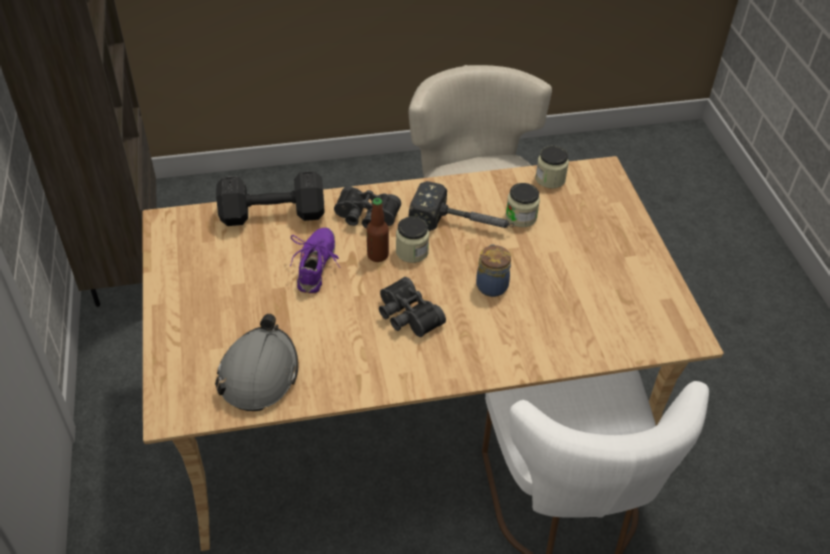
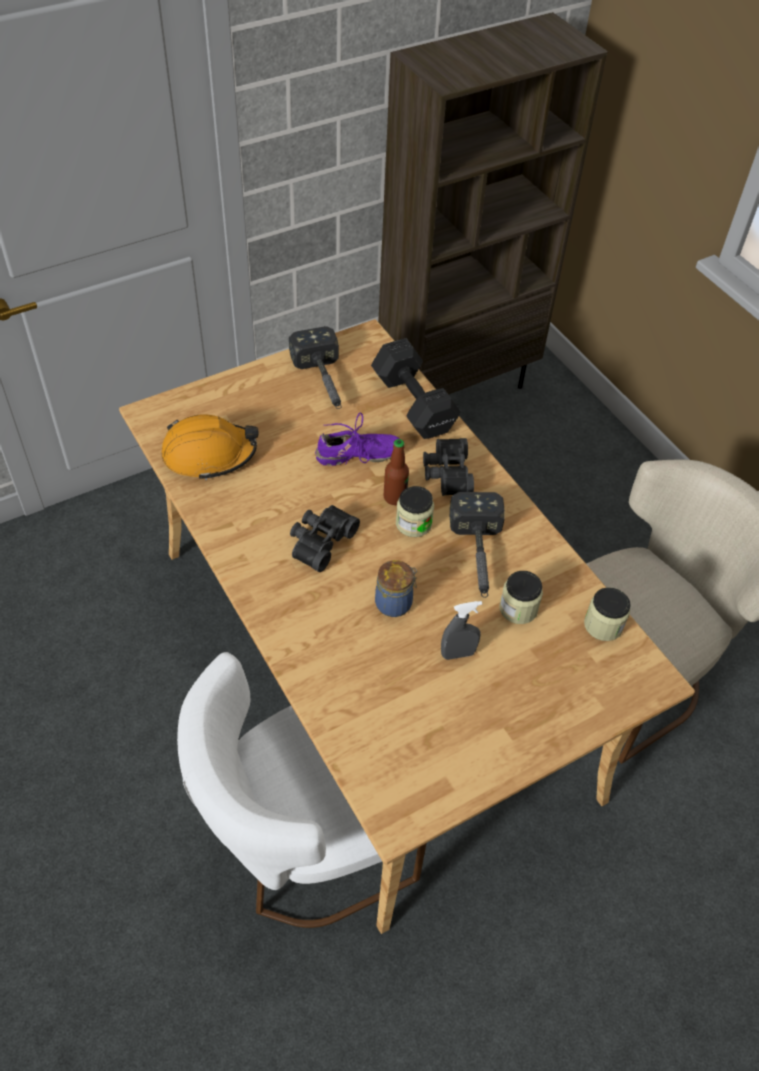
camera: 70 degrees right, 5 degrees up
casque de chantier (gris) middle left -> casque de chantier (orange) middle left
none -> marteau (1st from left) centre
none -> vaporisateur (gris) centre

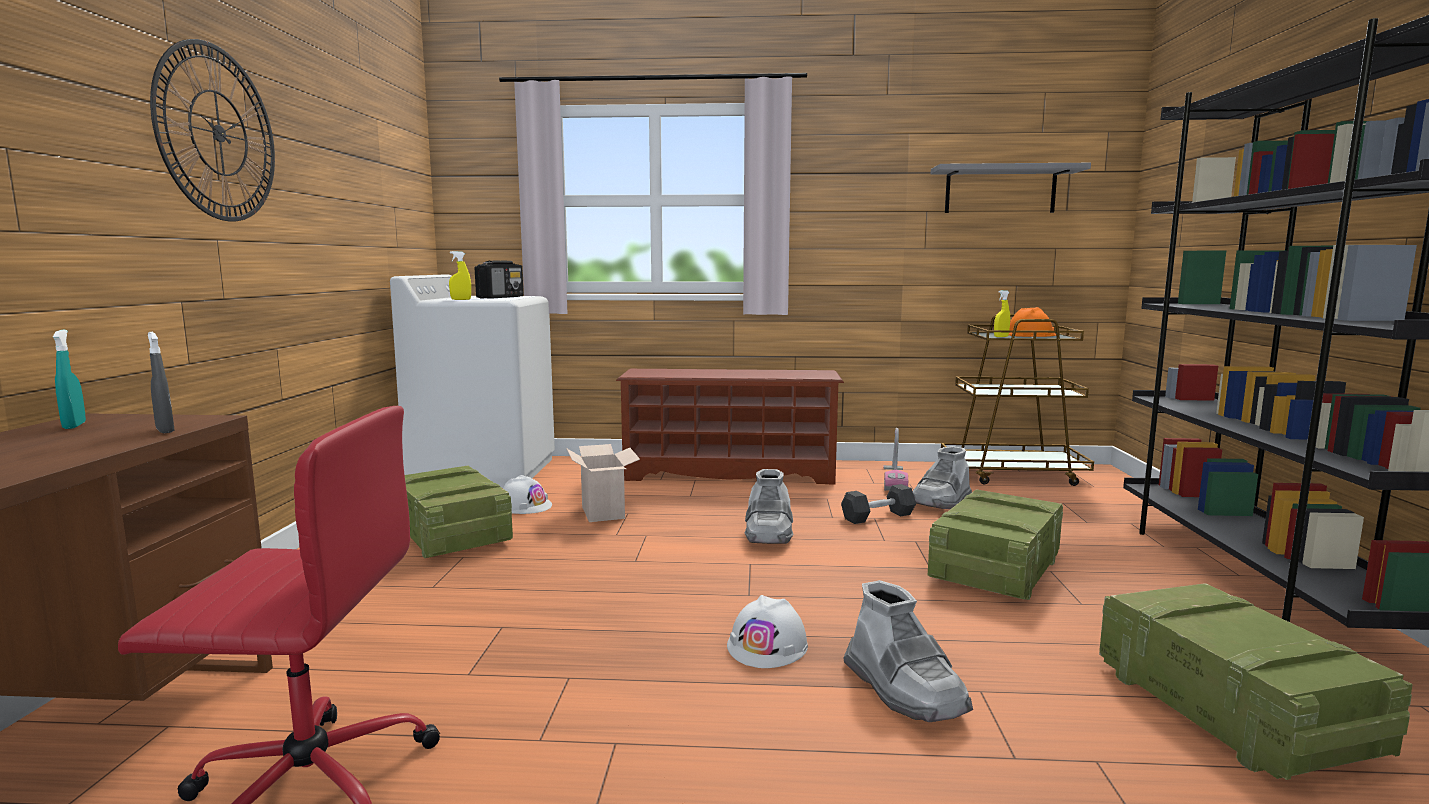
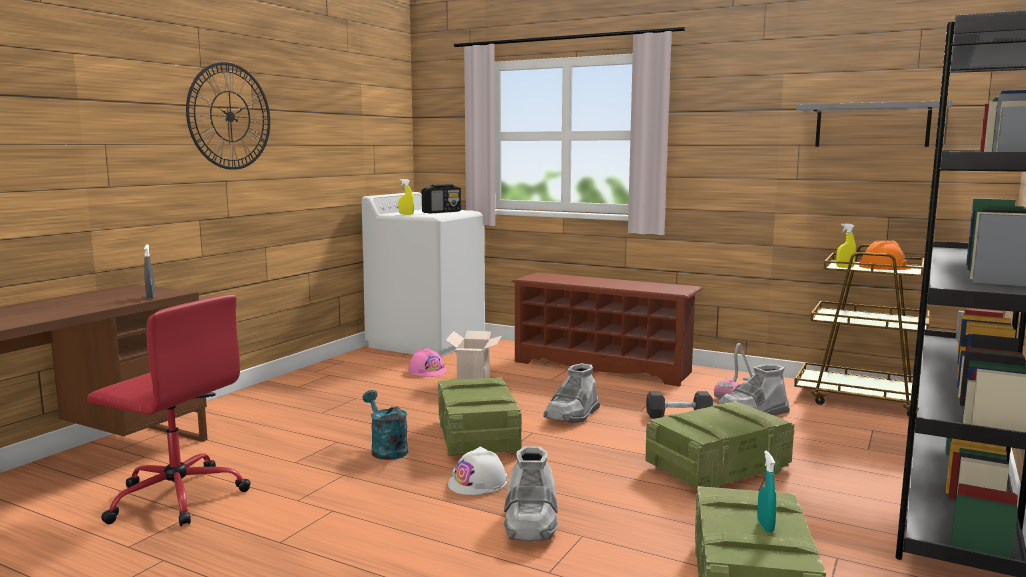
camera: 25 degrees right, 0 degrees up
vaporisateur (turquoise) middle left -> vaporisateur (turquoise) bottom right, move
caisse (1st from left) middle left -> caisse (1st from left) bottom centre, move
casque de chantier (blanc) (1st from left) centre -> casque de chantier (rose) centre
none -> arrosoir (turquoise) bottom centre

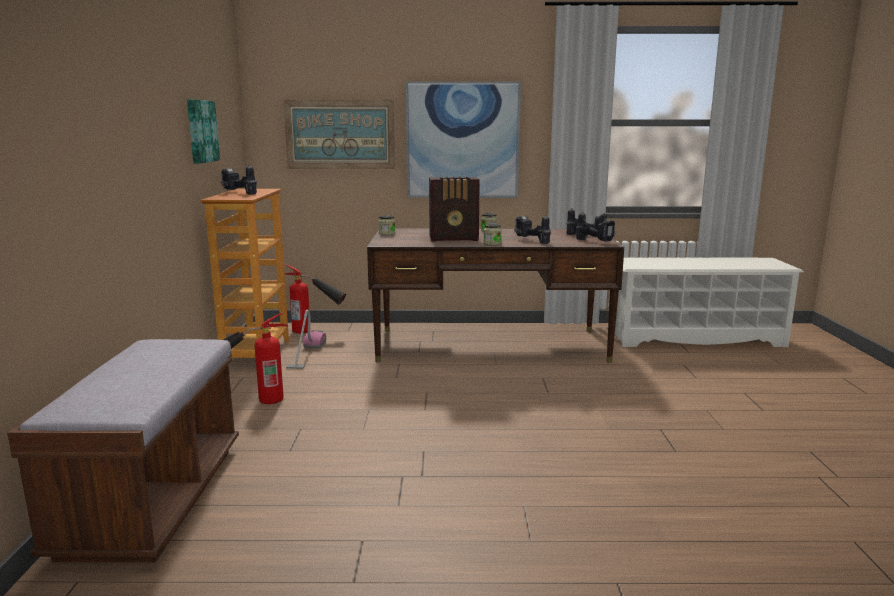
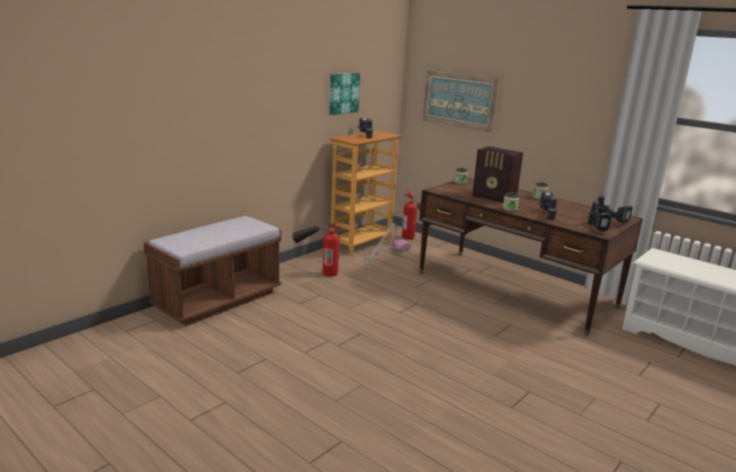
camera: 40 degrees right, 5 degrees up
tableau (3rd from left) top centre -> none

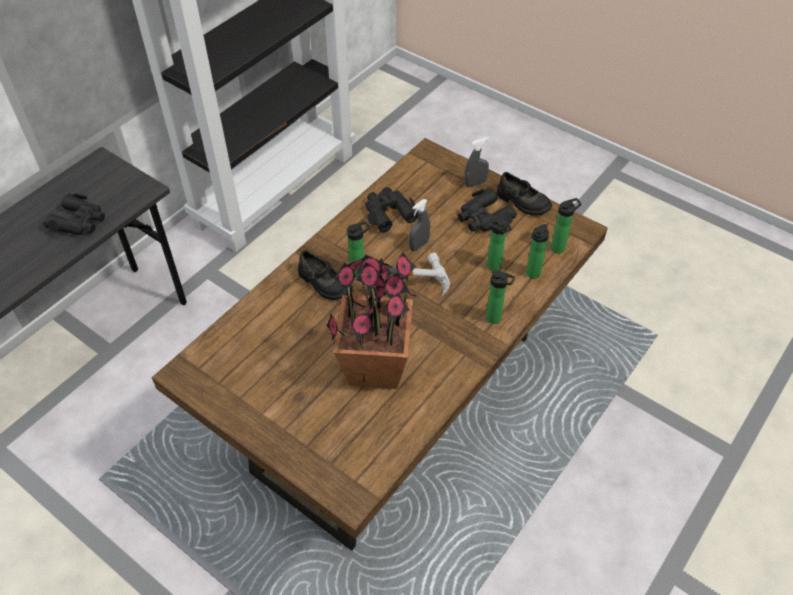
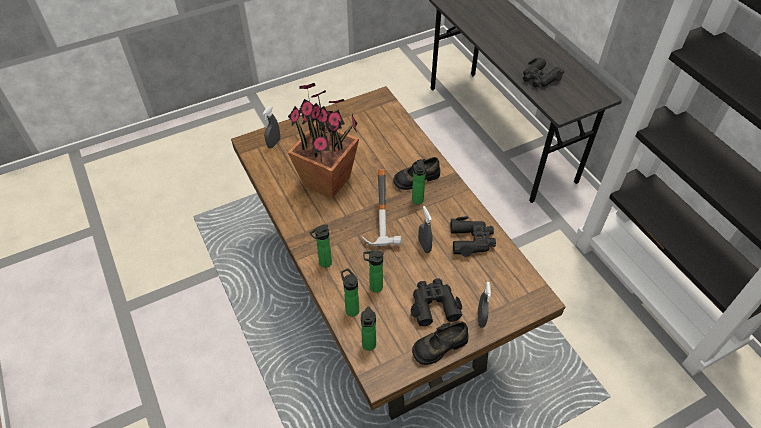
camera: 115 degrees right, 0 degrees up
none -> vaporisateur (gris) (1st from left) top centre

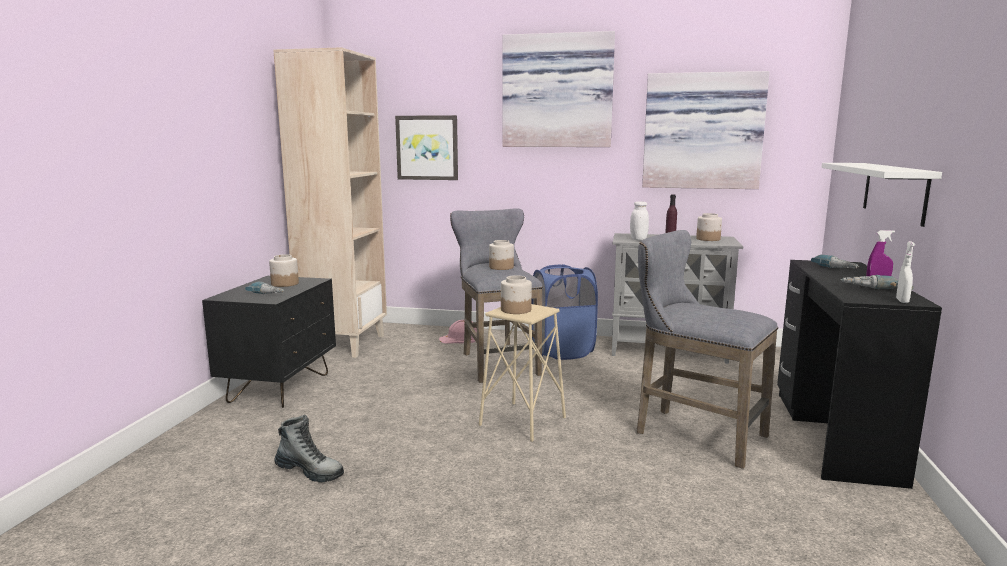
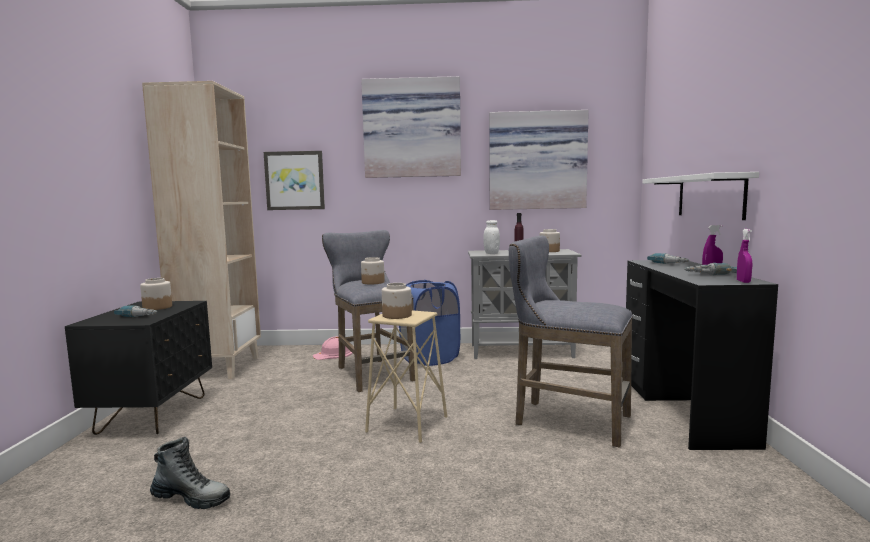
camera: 10 degrees left, 5 degrees down
vaporisateur (blanc) middle right -> vaporisateur (violet) (2nd from left) middle right

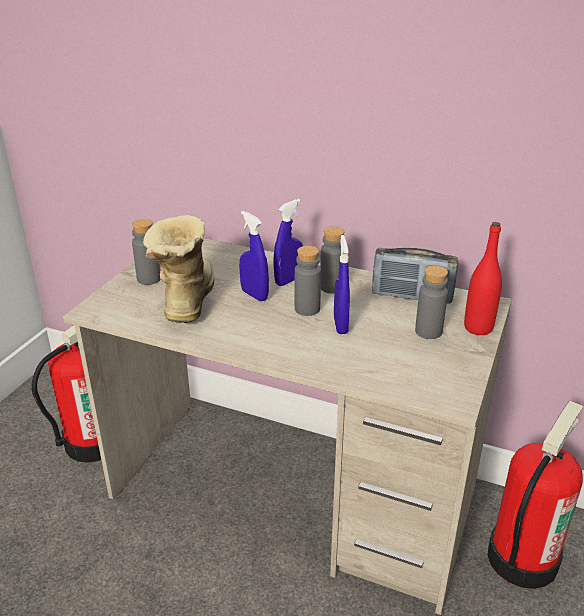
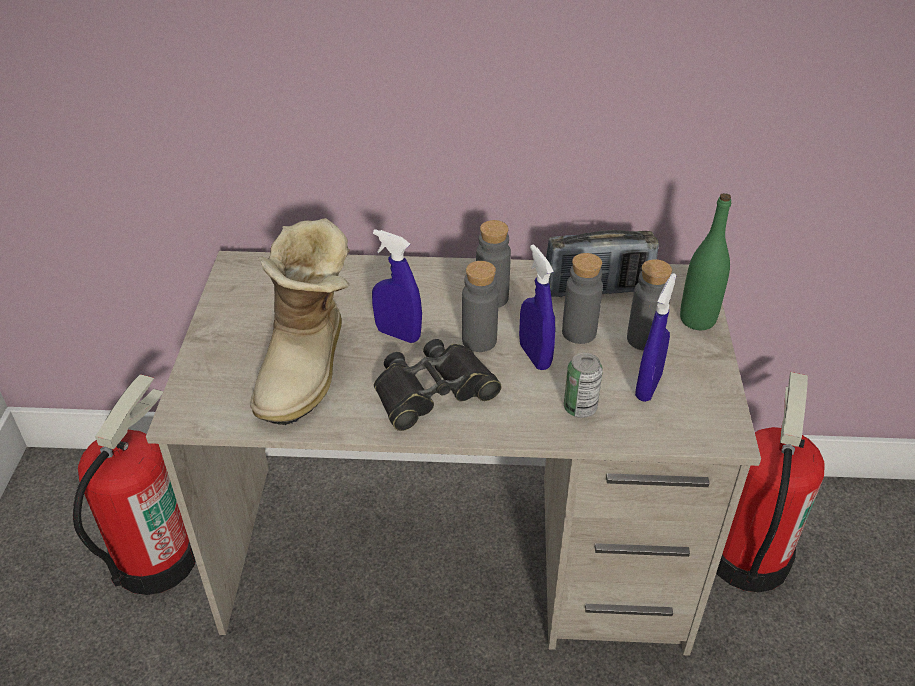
camera: 20 degrees left, 10 degrees up
bouteille (gris) (1st from left in the first image) middle left -> bouteille (gris) (3rd from left) centre, move
botte middle left, 150 degrees counterclockwise
vaporisateur (bleu) (2nd from left in the first image) centre -> vaporisateur (bleu) (3rd from left) middle right, move
bouteille (rouge) middle right -> bouteille (vert) middle right
none -> jumelles (noir) centre
none -> boîte métallique centre

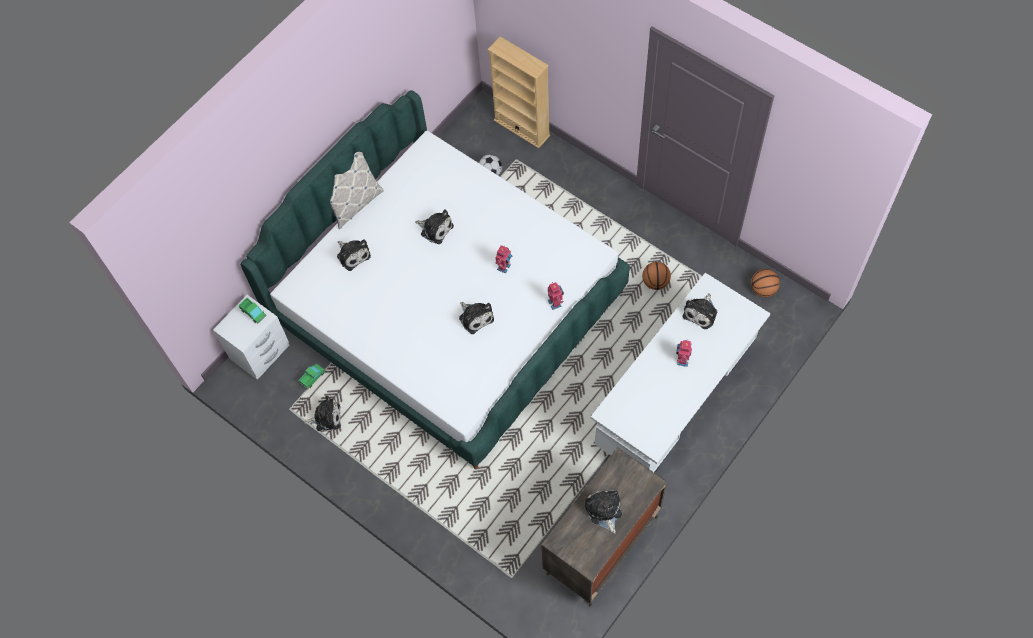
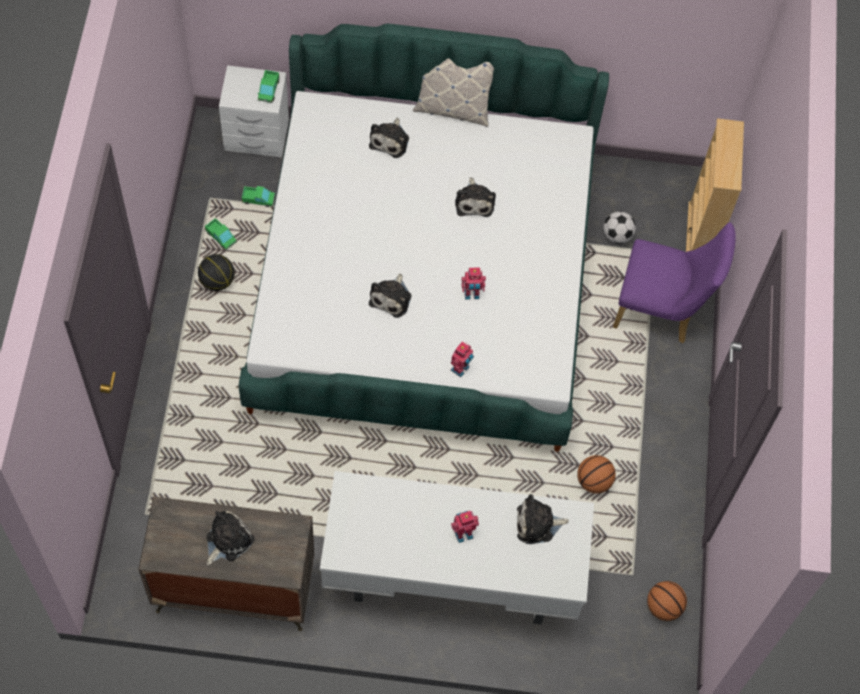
camera: 50 degrees right, 0 degrees up
peluche (1st from left) middle left -> camion jouet (1st from left) middle left
none -> ballon de basket (1st from left) middle left
none -> chaise (violet) middle right

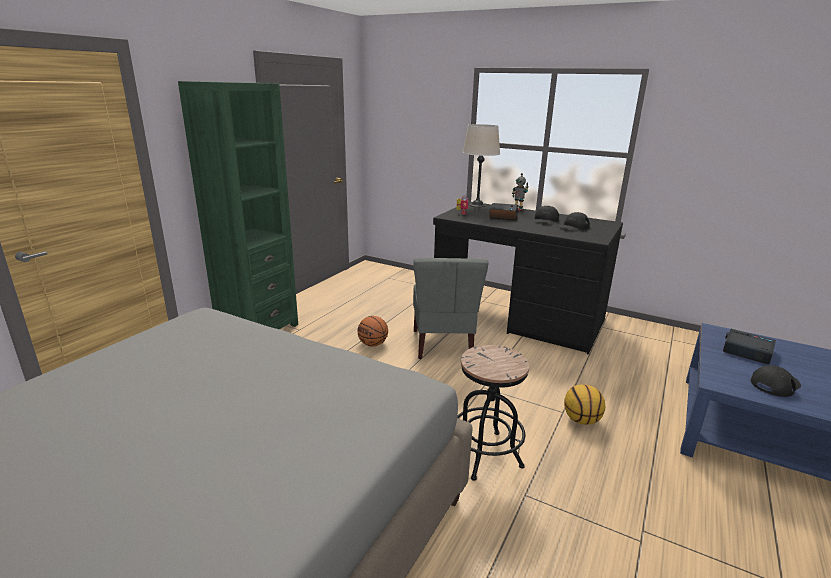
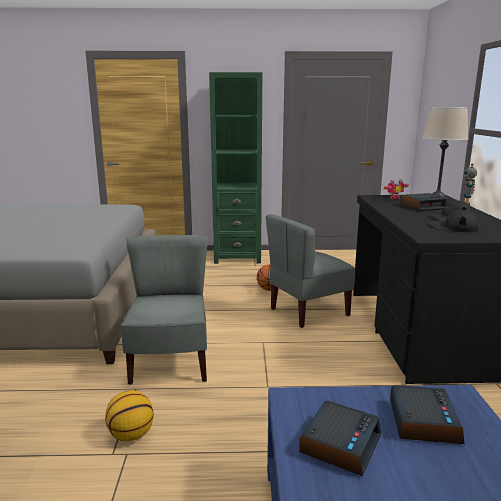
camera: 60 degrees right, 5 degrees down
tabouret (noir) bottom centre -> chaise (gris) (1st from left) middle left
ballon de basket (2nd from left in the first image) bottom right -> ballon de basket (1st from left) bottom left, move
casquette (noir) (3rd from left) middle right -> réveil (1st from left) bottom right

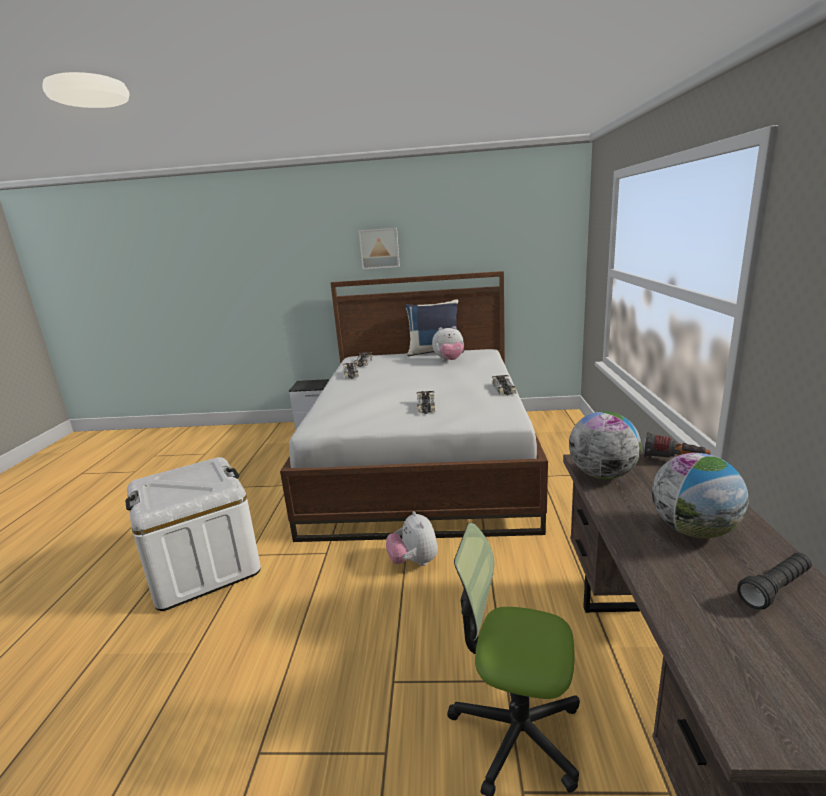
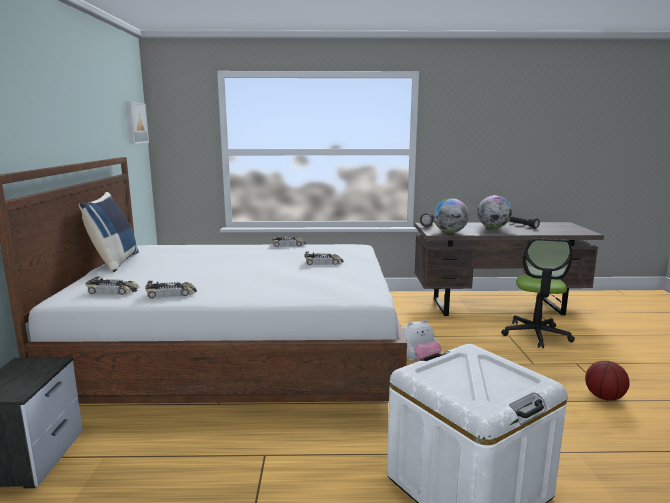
camera: 95 degrees left, 5 degrees down
tableau top centre -> tableau top left, move
peluche (2nd from left) centre -> none
none -> ballon de basket bottom right

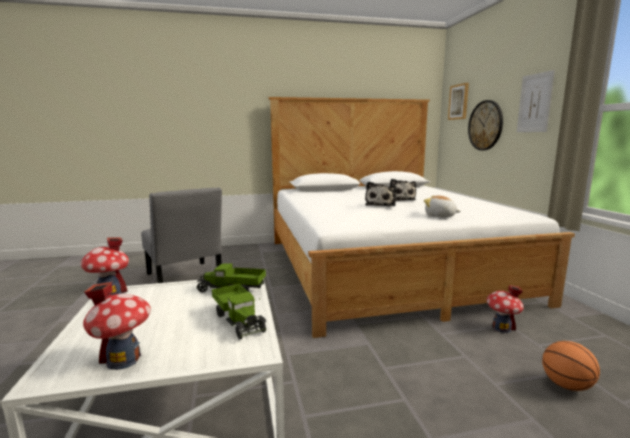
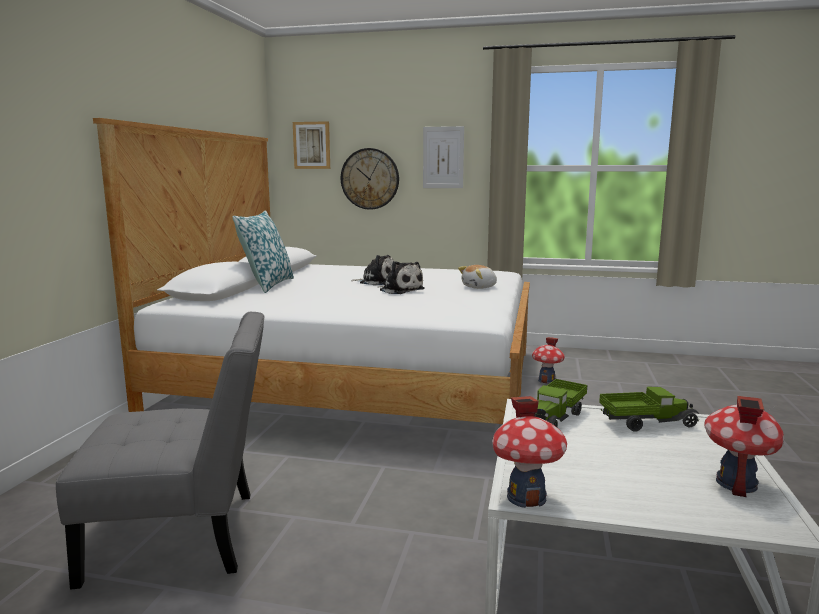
camera: 65 degrees left, 0 degrees up
ballon de basket bottom right -> none
none -> coussin middle left

